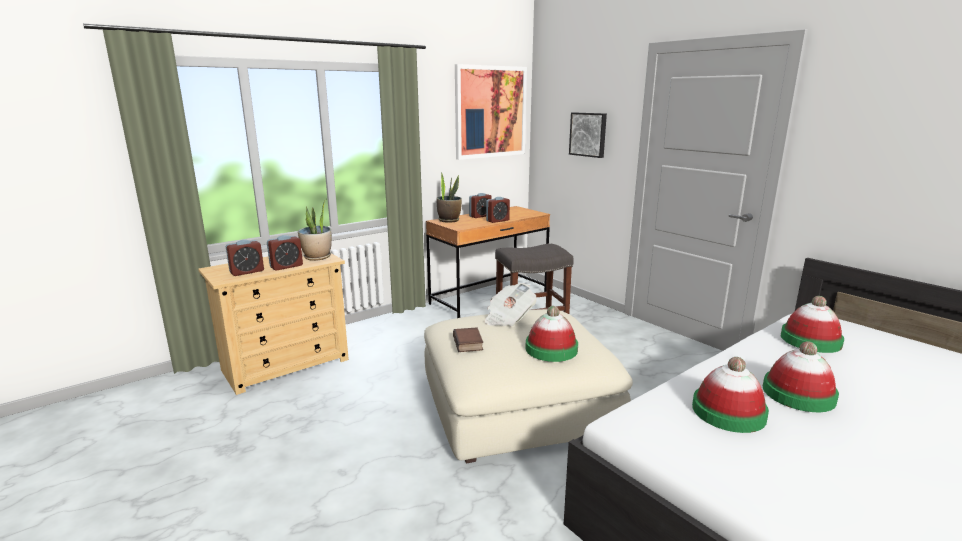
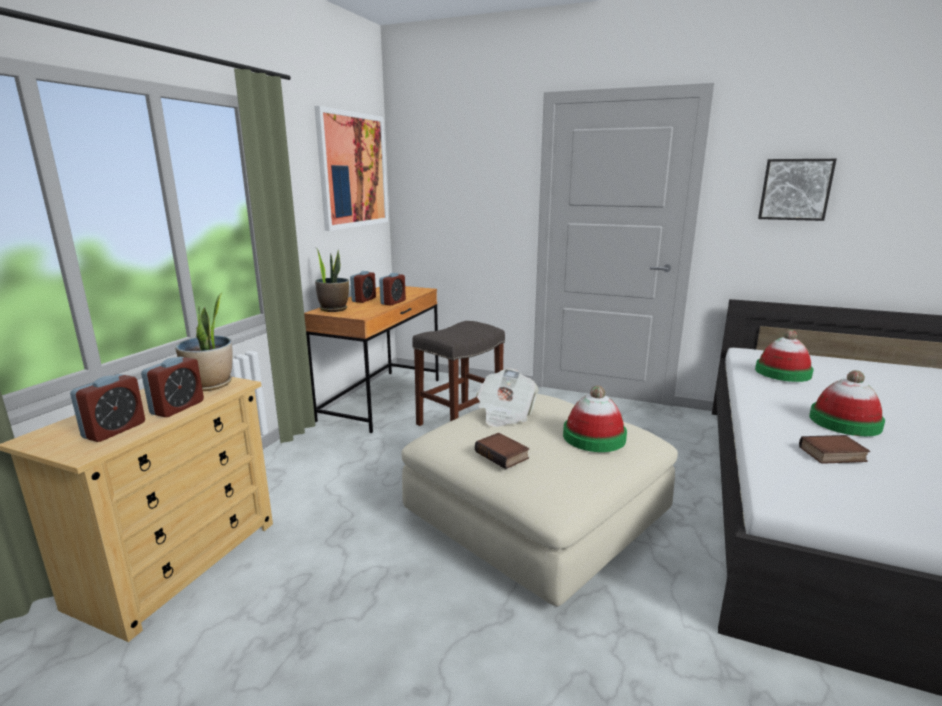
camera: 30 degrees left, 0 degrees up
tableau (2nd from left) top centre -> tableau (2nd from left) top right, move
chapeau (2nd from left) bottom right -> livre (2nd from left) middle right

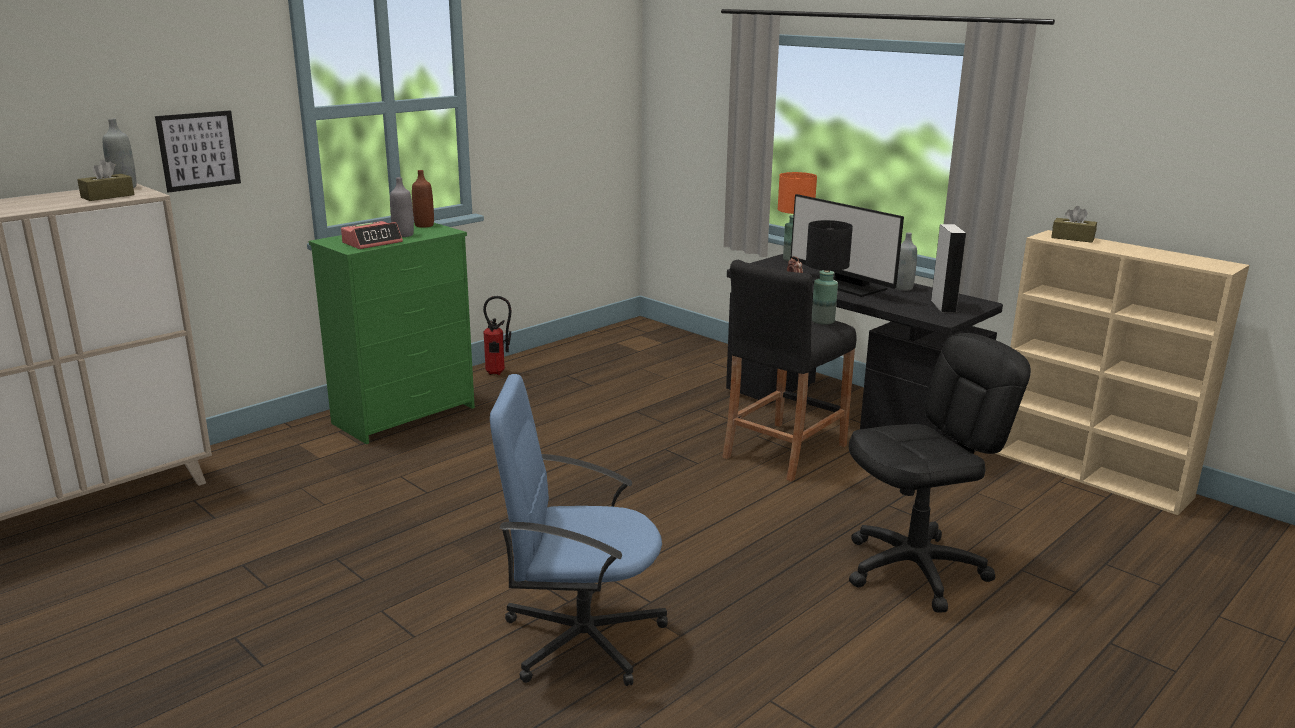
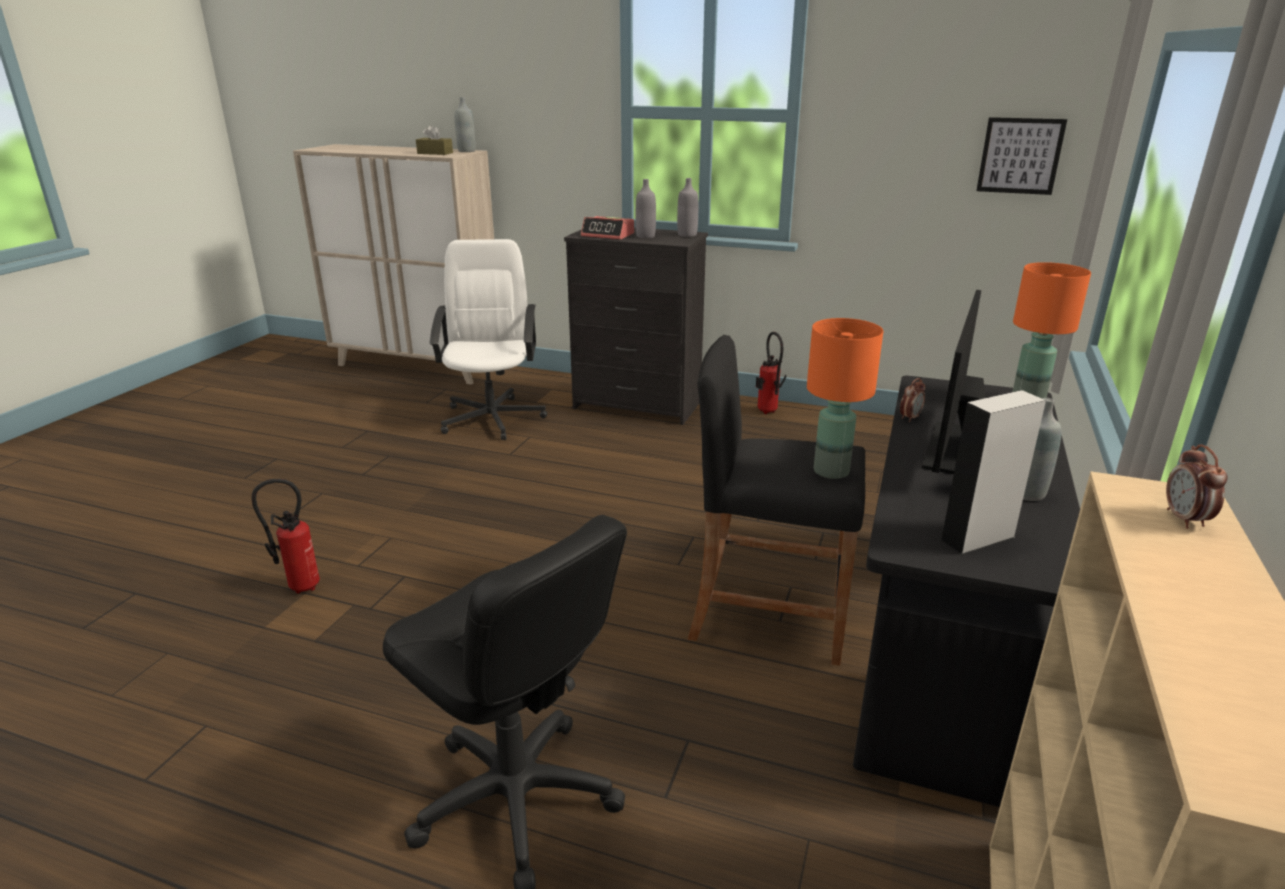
camera: 65 degrees right, 5 degrees up
tableau top left -> tableau top right, move
commode (vert) middle left -> commode (noir) centre
bouteille (marron) top left -> bouteille (gris) (3rd from left) top centre
chaise de bureau (bleu) bottom centre -> extincteur (1st from left) middle left
lampe de table (noir) centre -> lampe de table (orange) (1st from left) centre
boîte à mouchoirs (marron) (2nd from left) top right -> réveil (3rd from left) middle right
none -> chaise de bureau (blanc) centre

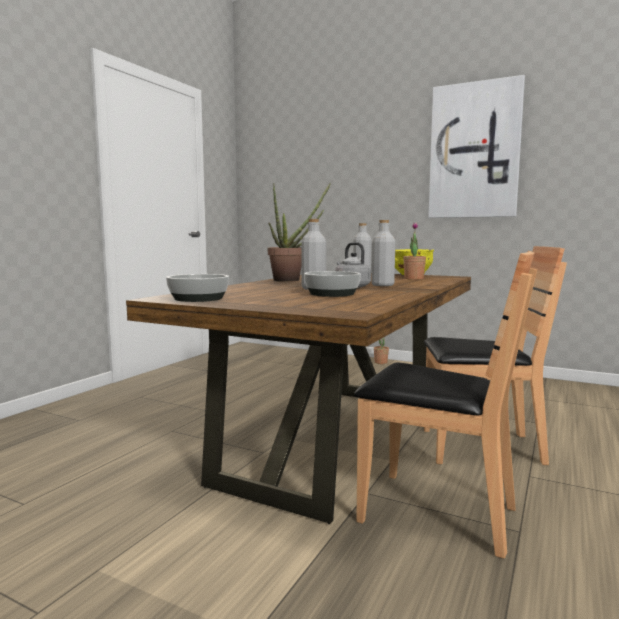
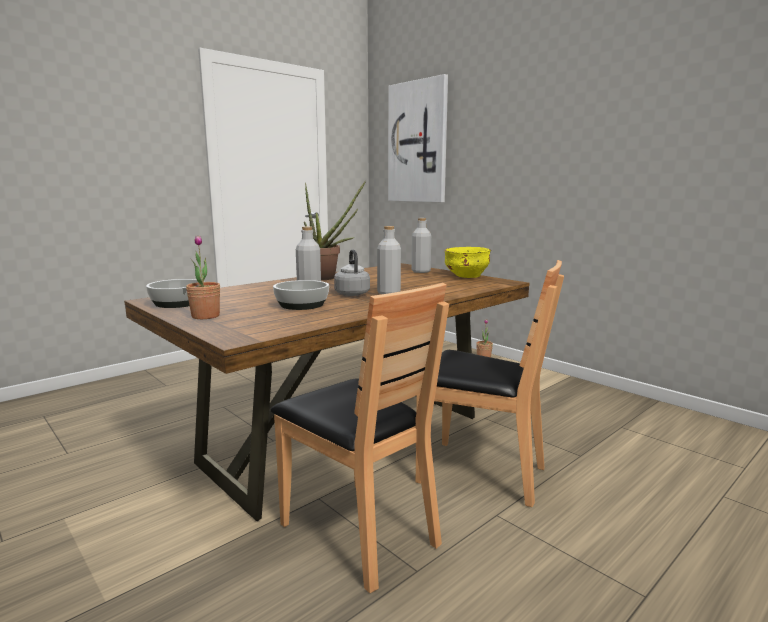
camera: 20 degrees right, 5 degrees up
plante en pot (3rd from left in the first image) middle right -> plante en pot (1st from left) middle left, move
tableau top right -> tableau top centre, move

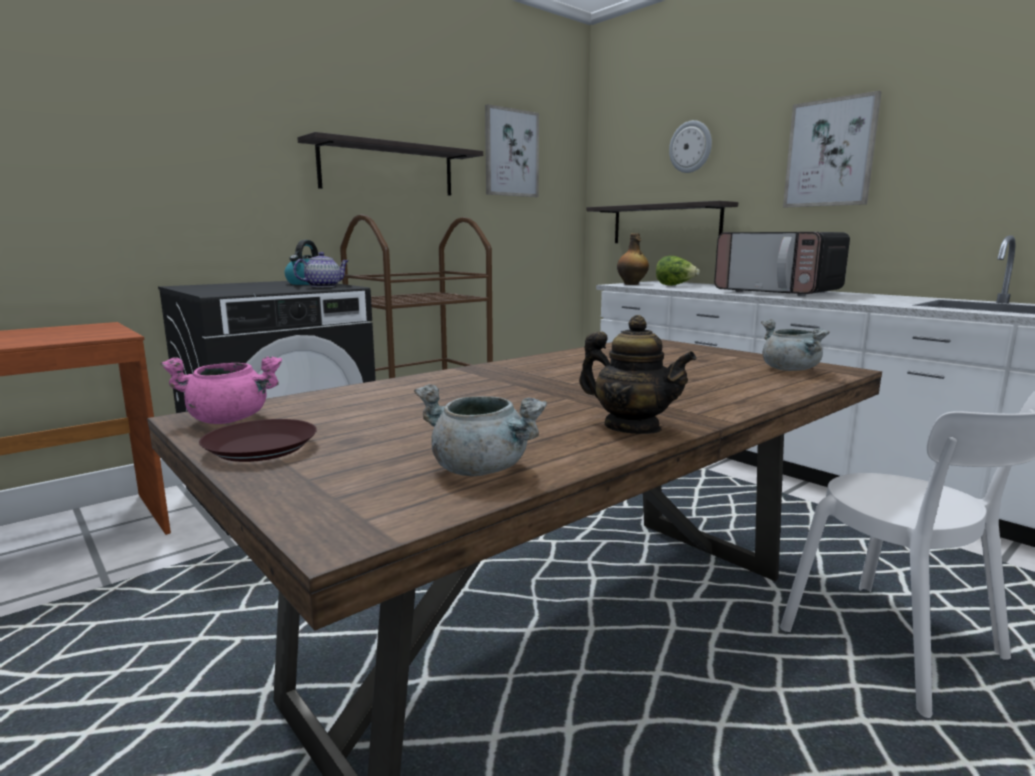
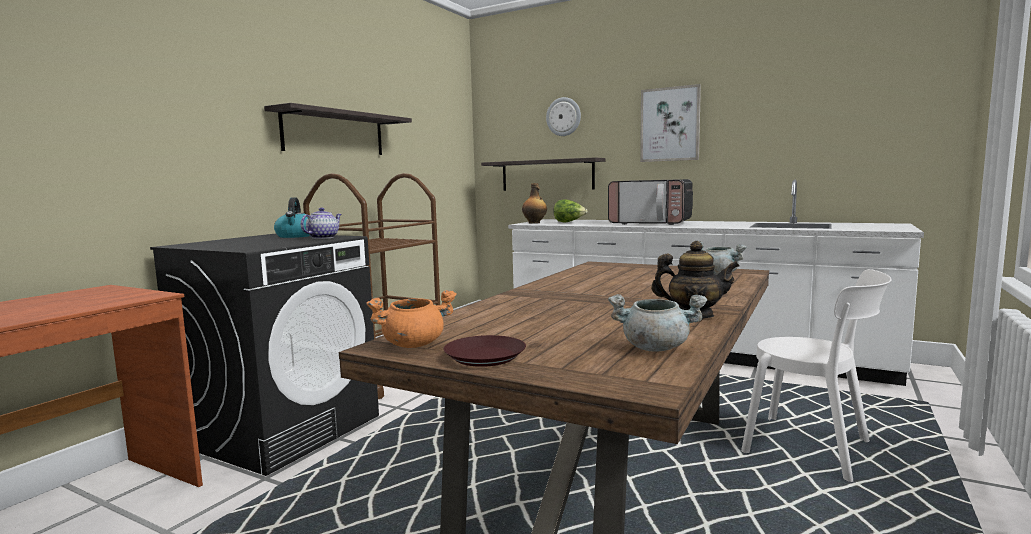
camera: 20 degrees left, 5 degrees down
marmite (rose) middle left -> marmite (orange) centre
tableau (1st from left) top centre -> none

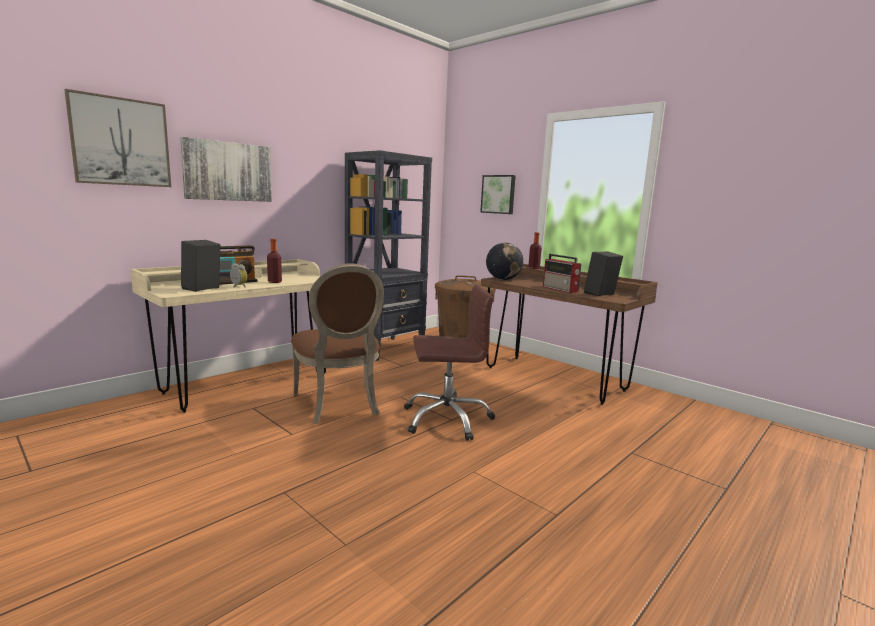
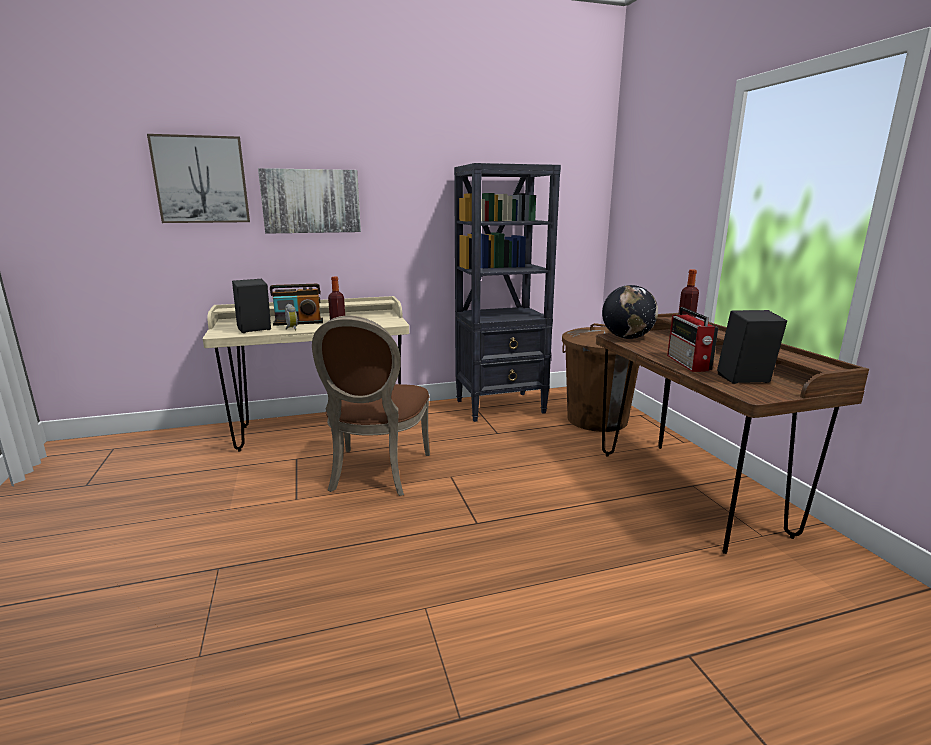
camera: 30 degrees right, 5 degrees up
chaise de bureau (marron) centre -> none
tableau (3rd from left) top centre -> none

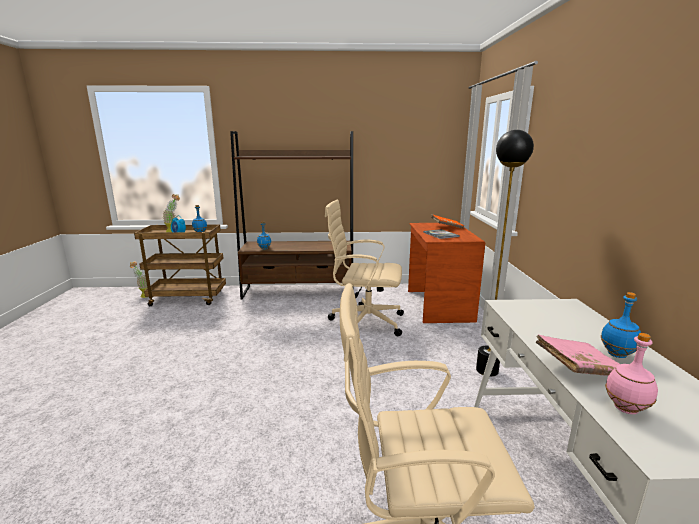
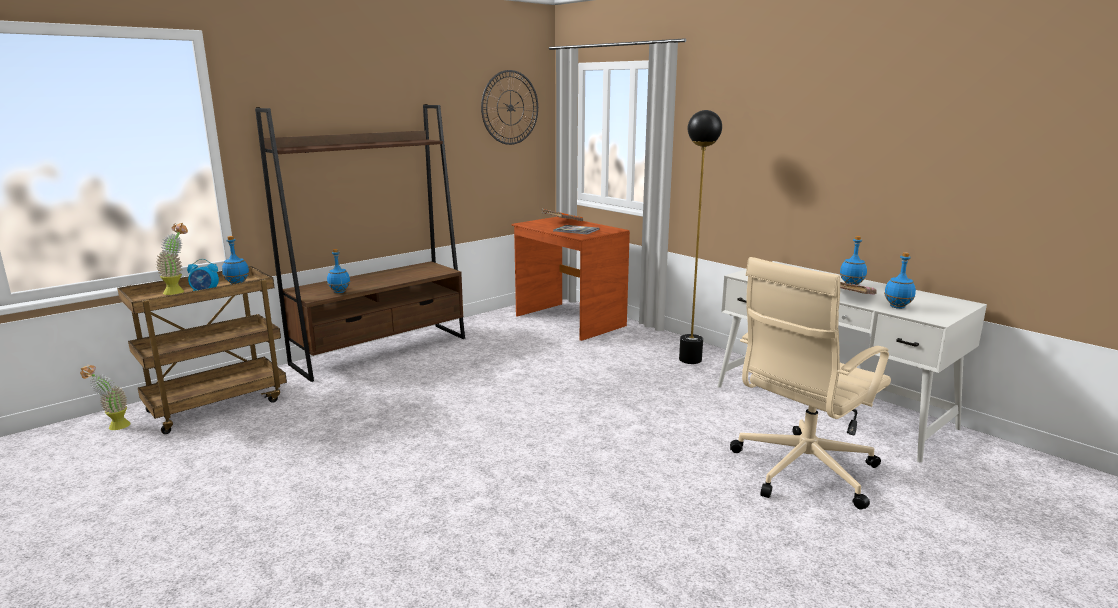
camera: 40 degrees left, 0 degrees up
chaise de bureau (beige) (1st from left) centre -> none
bouteille (rose) bottom right -> bouteille (bleu) (4th from left) middle right
none -> horloge murale top centre

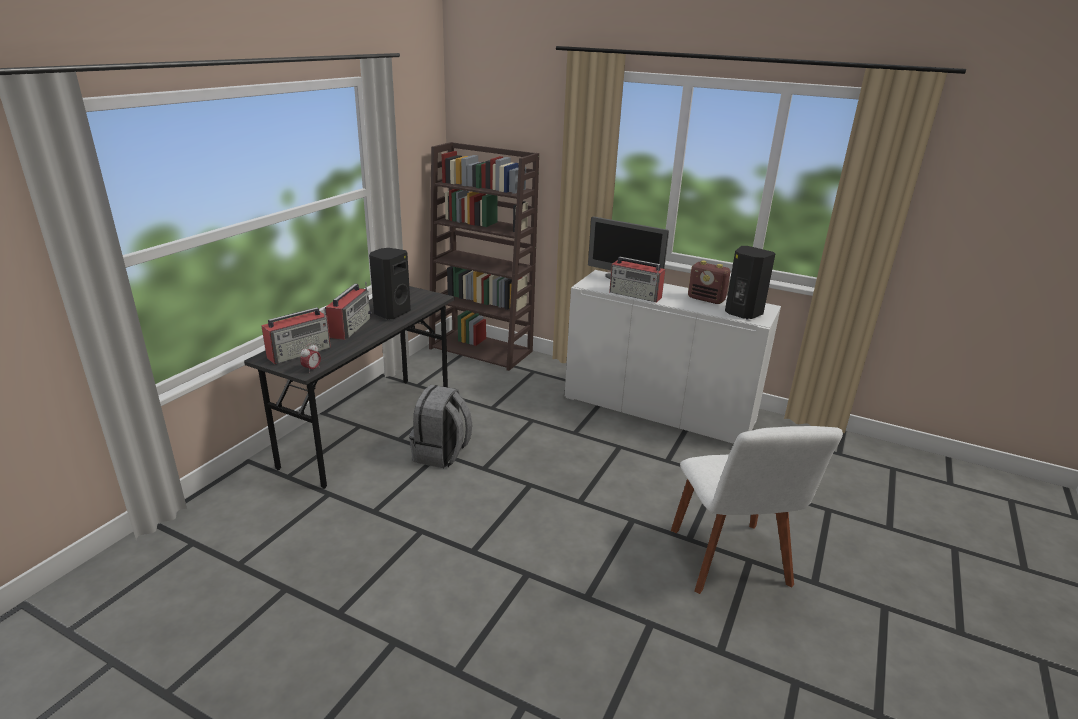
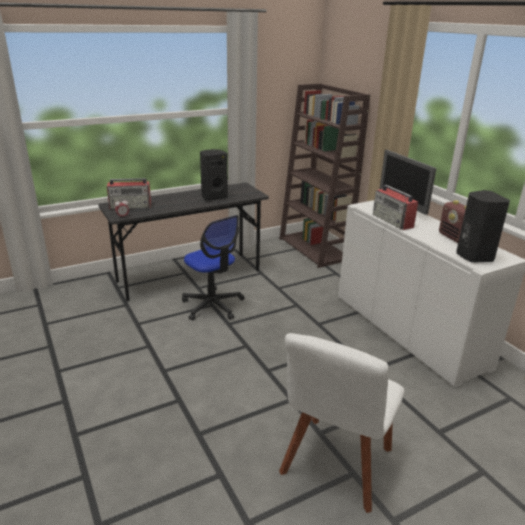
camera: 35 degrees right, 0 degrees up
radio (2nd from left) middle left -> none
sac à dos (gris) centre -> chaise de bureau centre

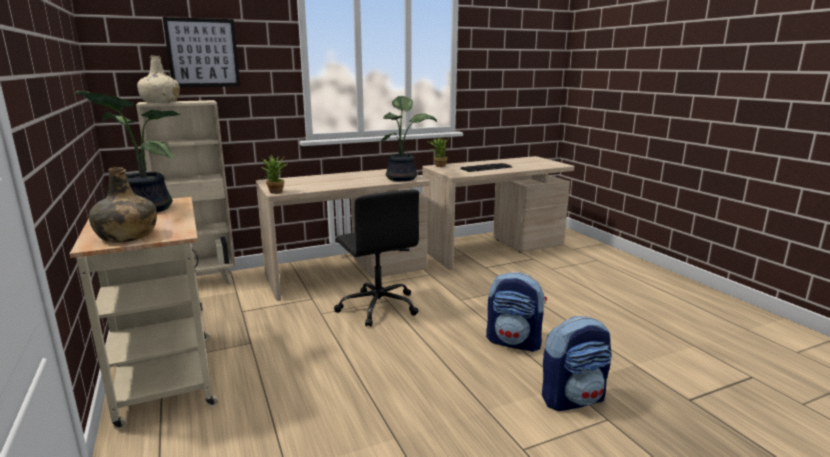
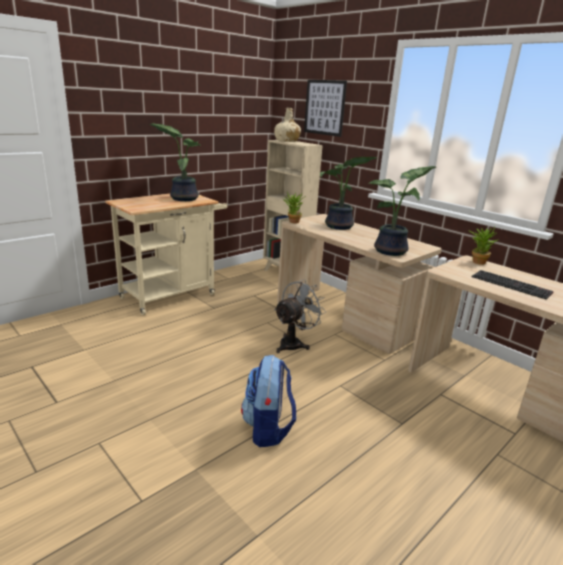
camera: 70 degrees right, 5 degrees up
bouteille (vert) middle left -> none
chaise de bureau (noir) centre -> ventilateur (gris) centre
sac à dos (2nd from left) bottom right -> none
none -> plante en pot (3rd from left) centre

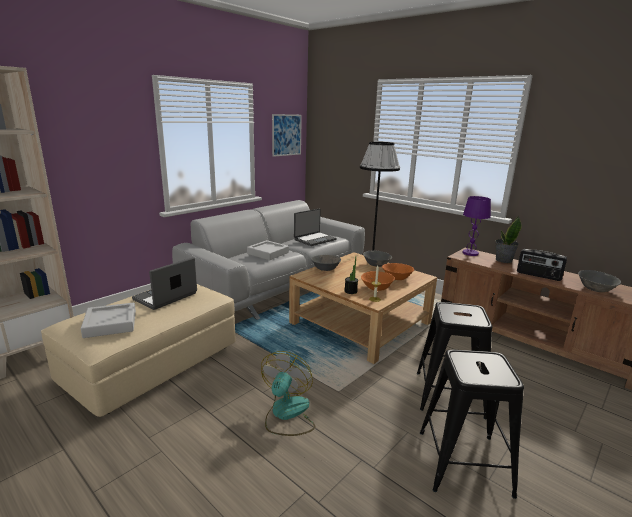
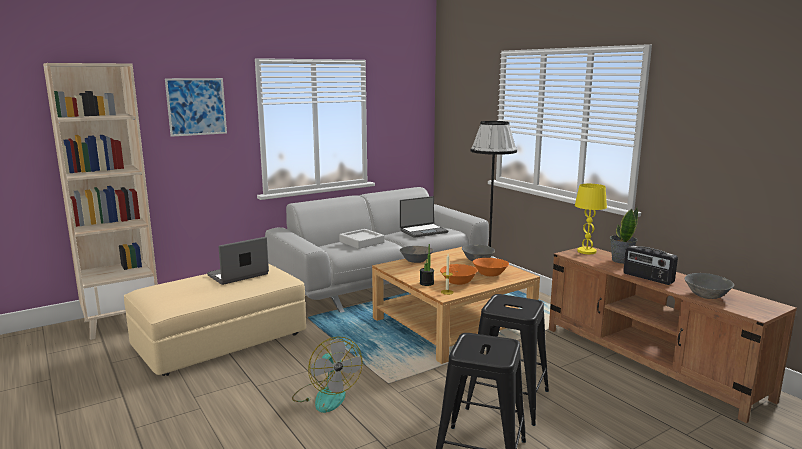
camera: 15 degrees right, 5 degrees down
plateau (gris) (1st from left) middle left -> none
ventilateur bottom centre, 120 degrees clockwise
tableau top centre -> tableau top left, move
lampe de table (violet) middle right -> lampe de table (jaune) middle right

